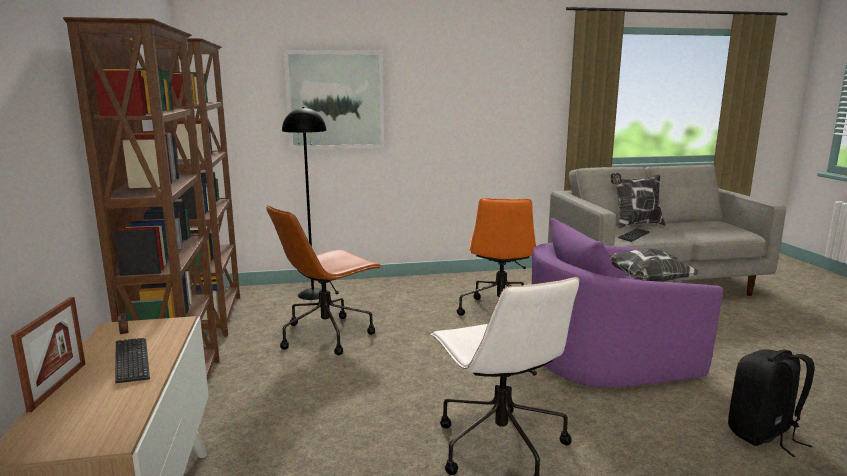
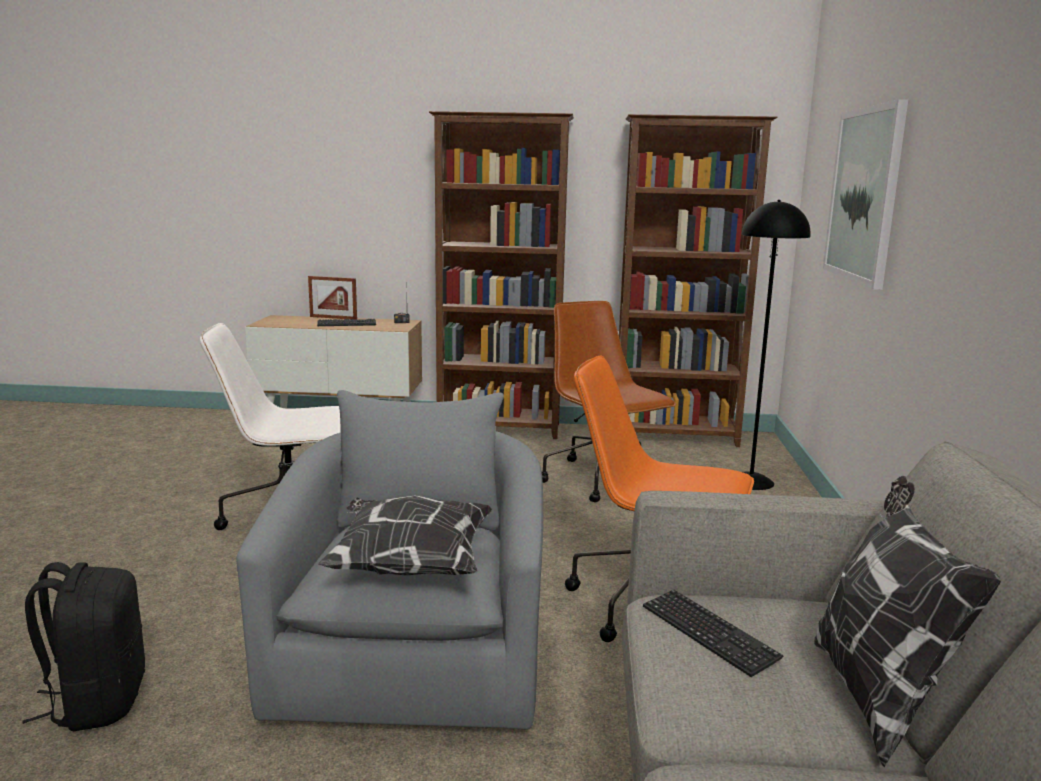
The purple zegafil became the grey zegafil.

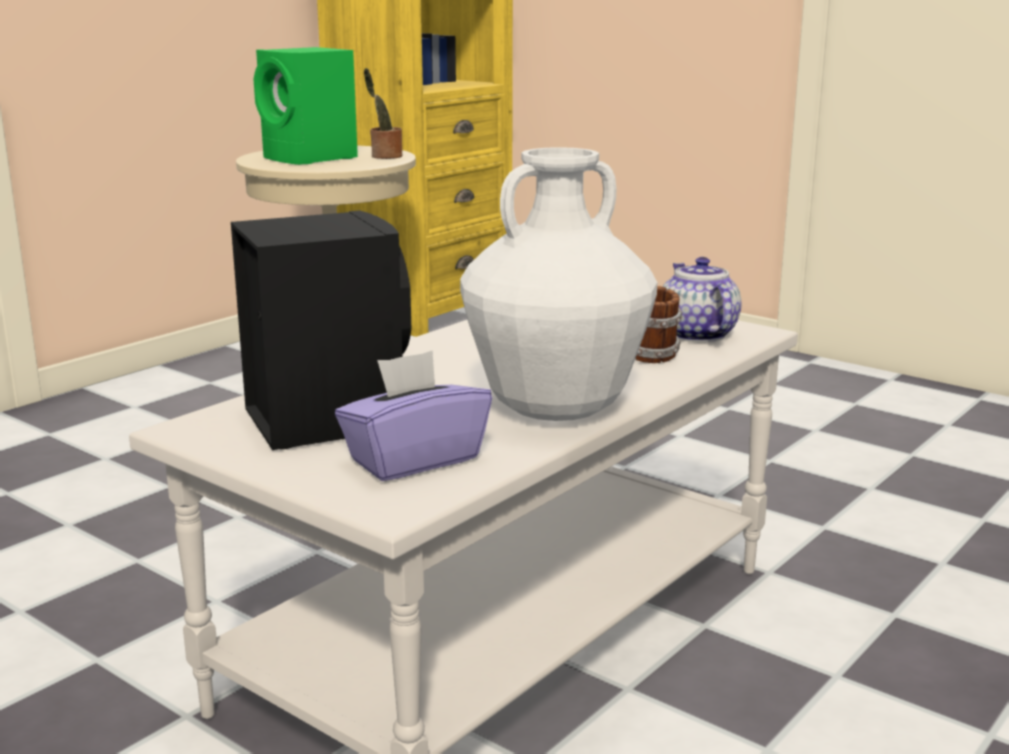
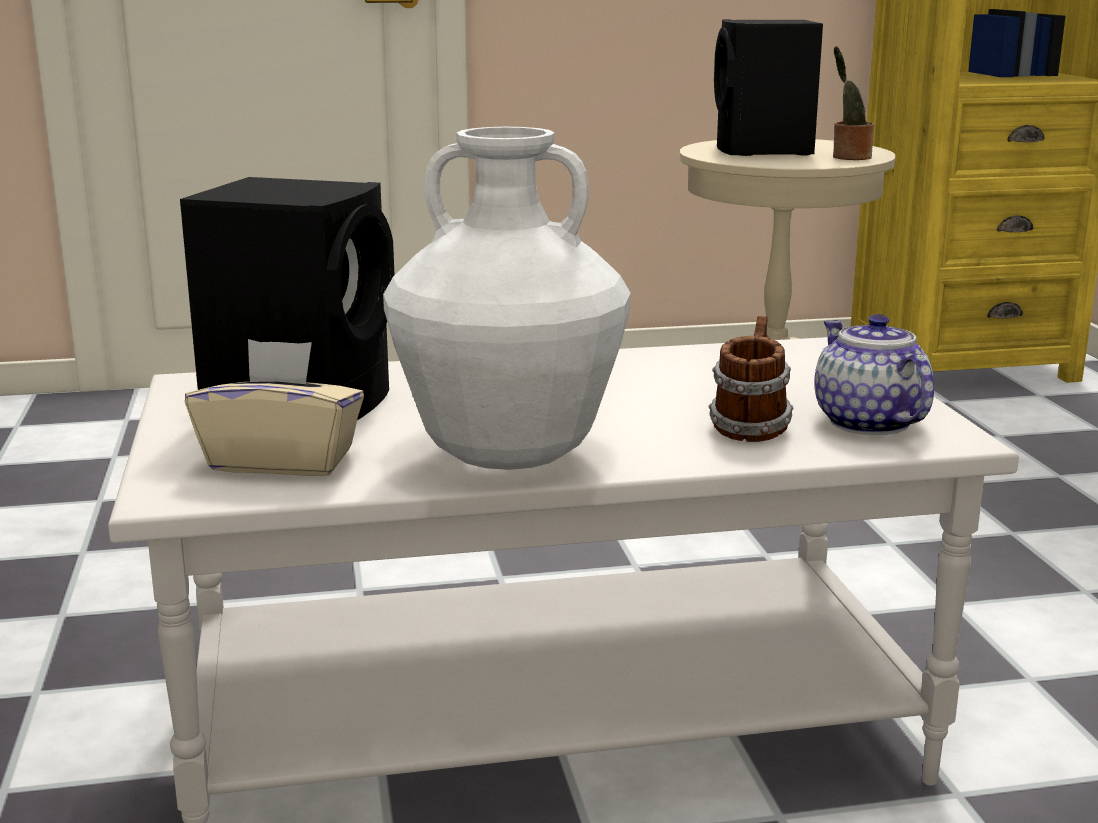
The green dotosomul became the black dotosomul (2nd from left). The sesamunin turned 45 degrees counterclockwise. The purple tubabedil became the beige tubabedil.

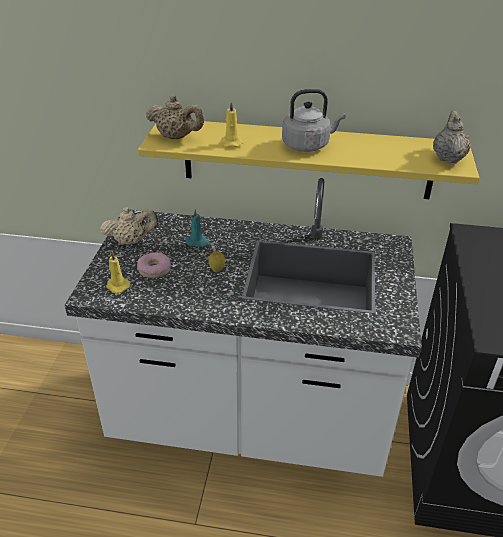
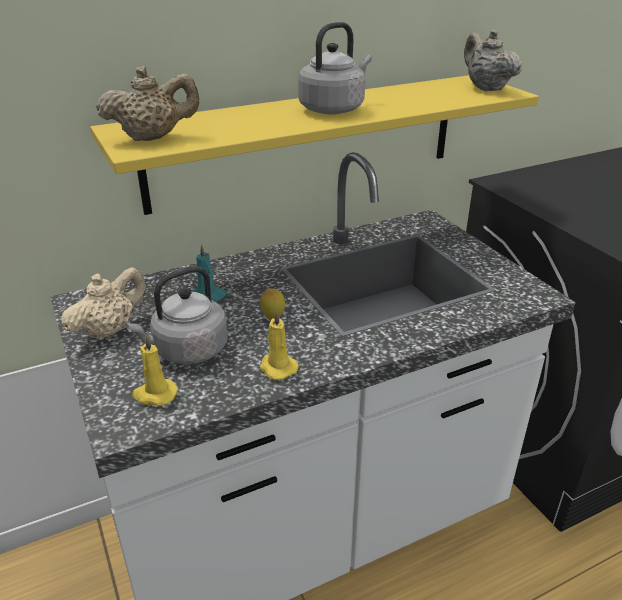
The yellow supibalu (2nd from left) moved. The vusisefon was replaced by the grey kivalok (1st from left).

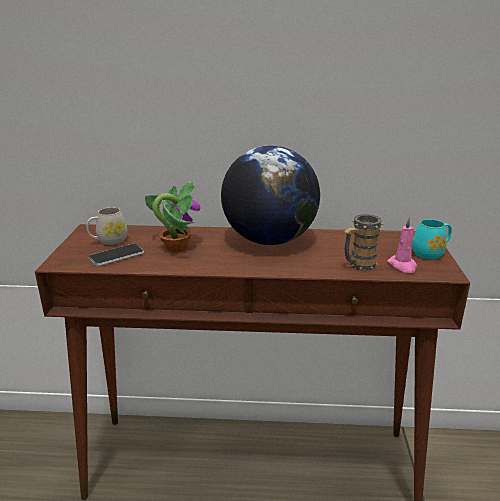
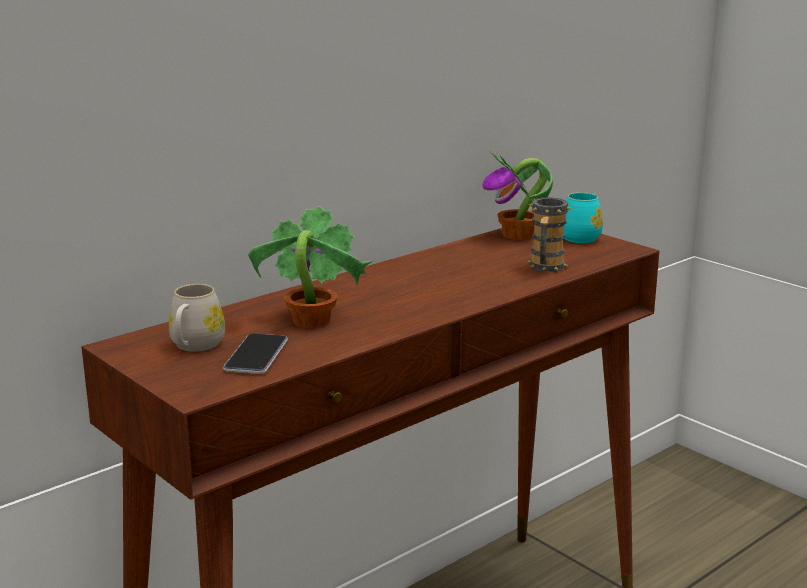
The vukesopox disappeared. The pink supibalu disappeared. The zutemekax (2nd from left) appeared.

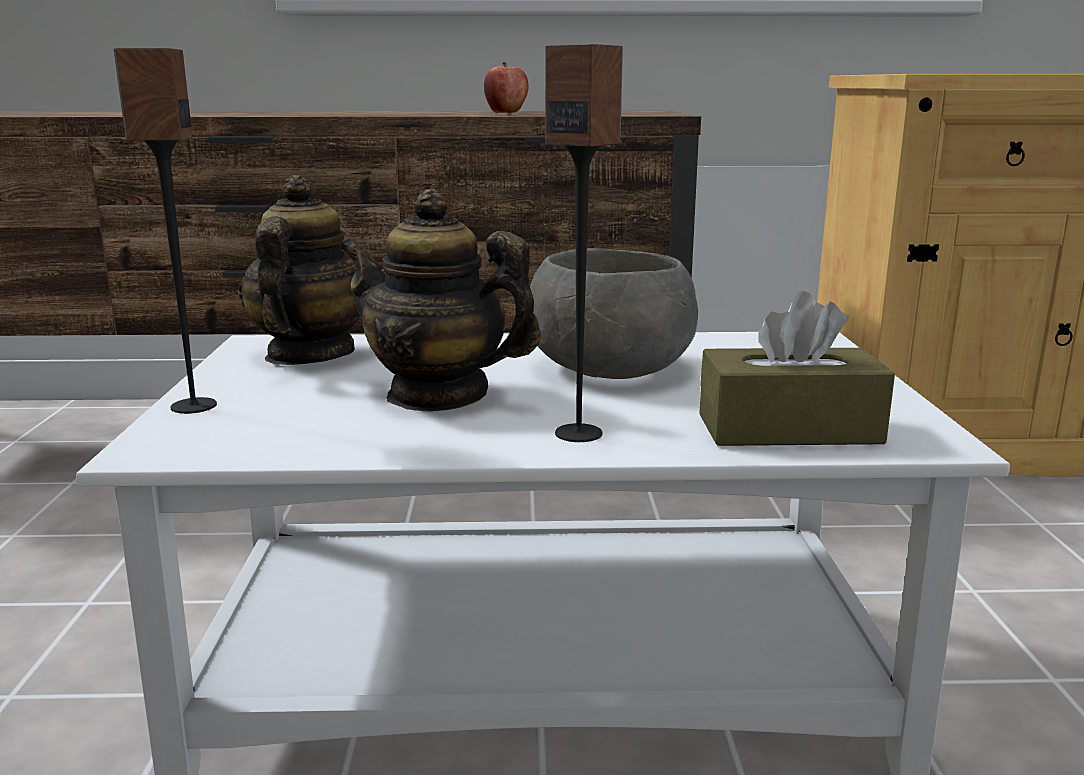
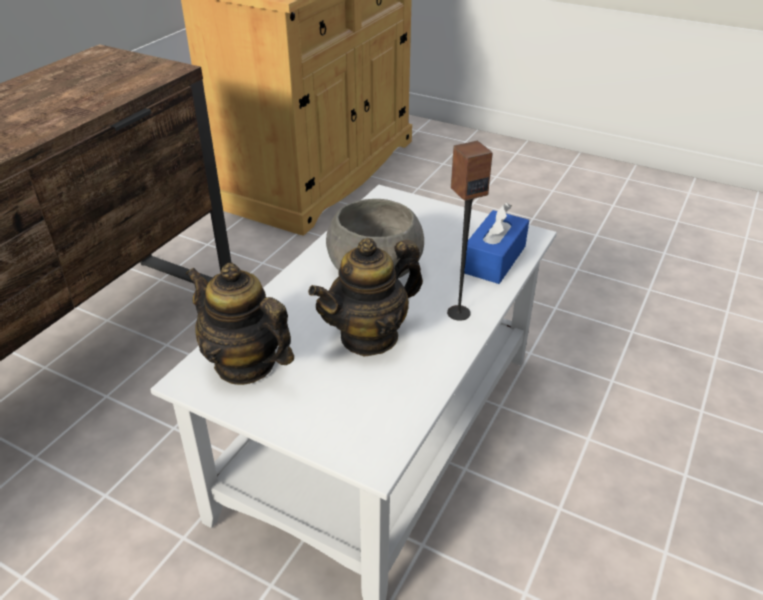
The dotosomul (1st from left) disappeared. The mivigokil disappeared. The brown tubabedil became the blue tubabedil.

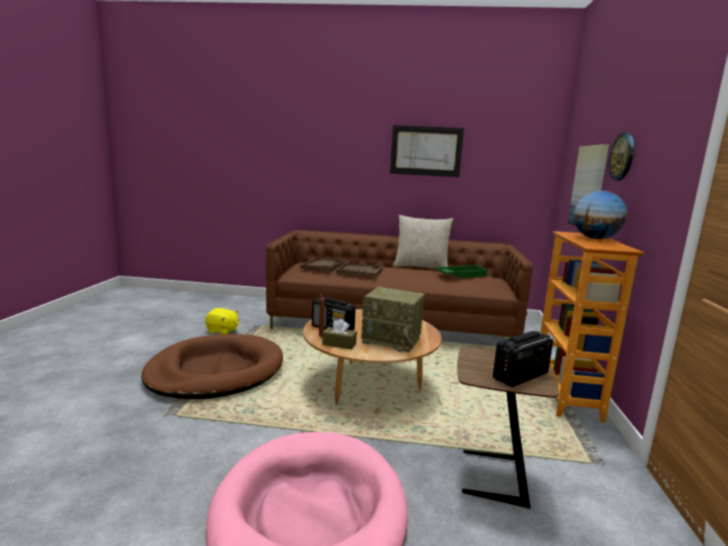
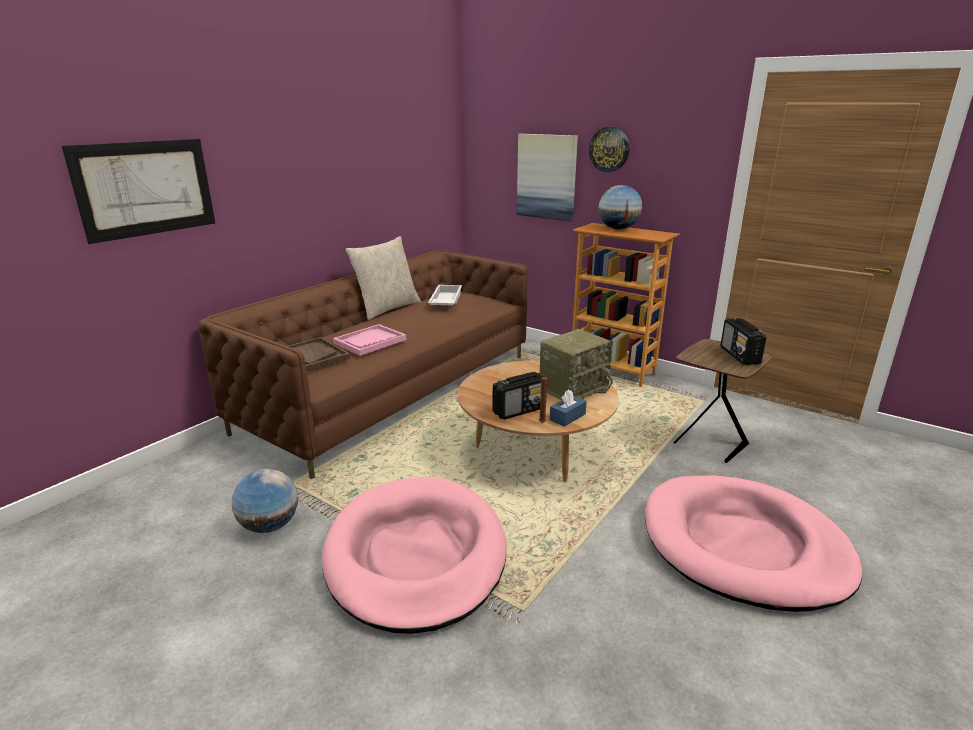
The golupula (1st from left) moved. The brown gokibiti (2nd from left) became the pink gokibiti. The green gokibiti became the white gokibiti. The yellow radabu was replaced by the vukesopox (1st from left). The brown tubabedil became the blue tubabedil. The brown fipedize became the pink fipedize (1st from left).

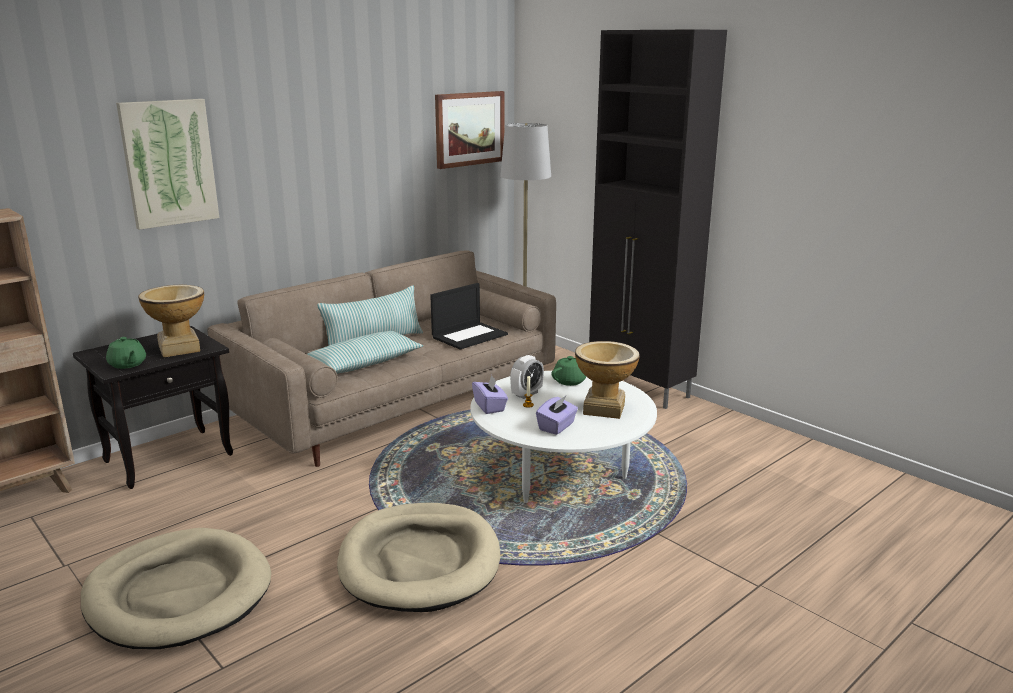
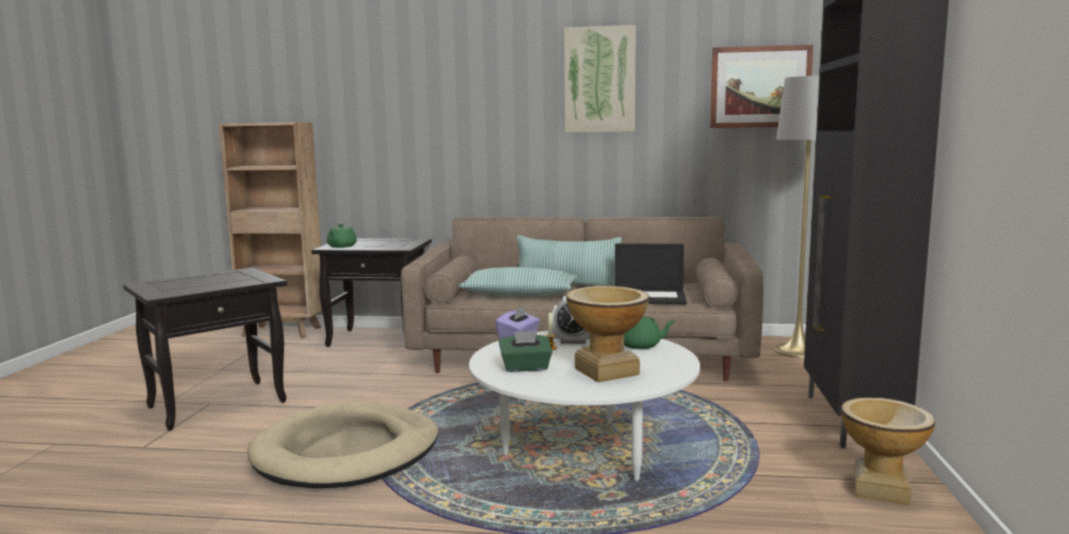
The golupula (1st from left) moved. The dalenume (1st from left in the first image) moved. The purple tubabedil (2nd from left) became the green tubabedil. The beige fipedize (1st from left) was replaced by the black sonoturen (1st from left).

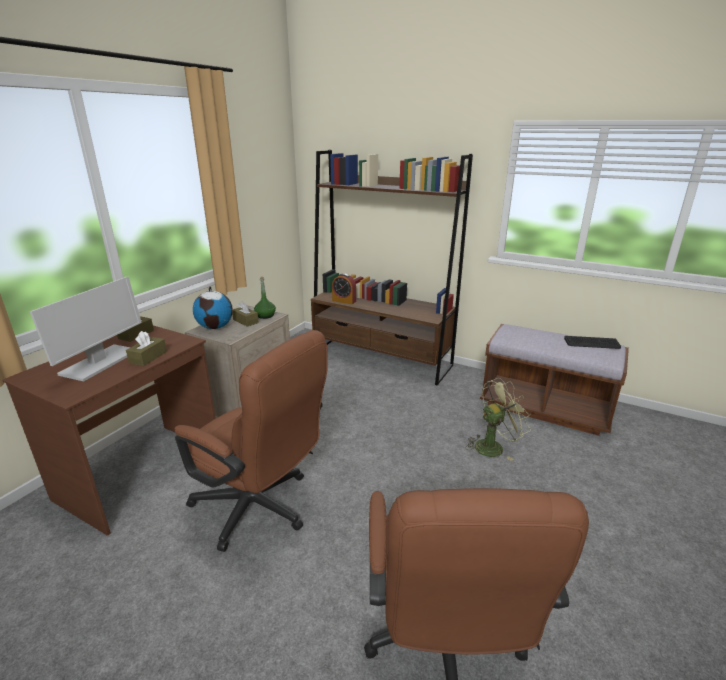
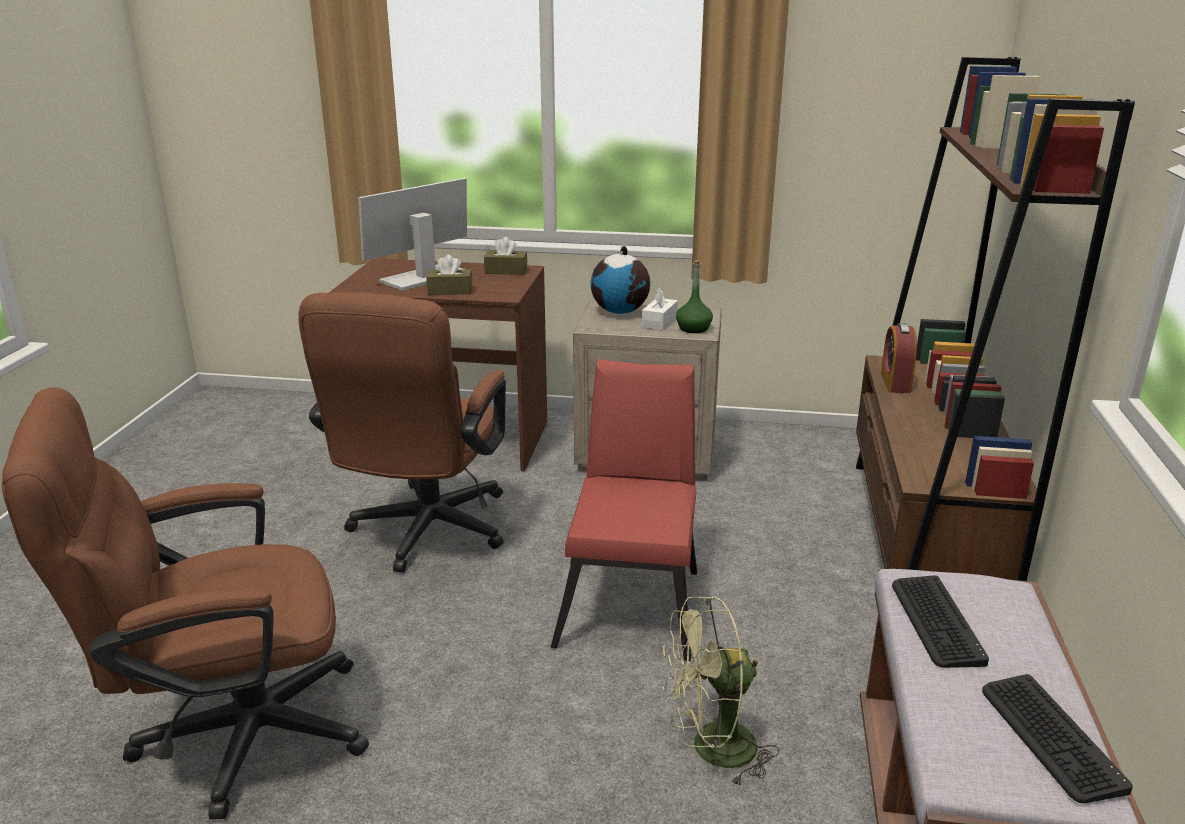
The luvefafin turned 135 degrees clockwise. The brown tubabedil (3rd from left) became the white tubabedil. The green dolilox turned 120 degrees clockwise. The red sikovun appeared. The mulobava (1st from left) appeared.

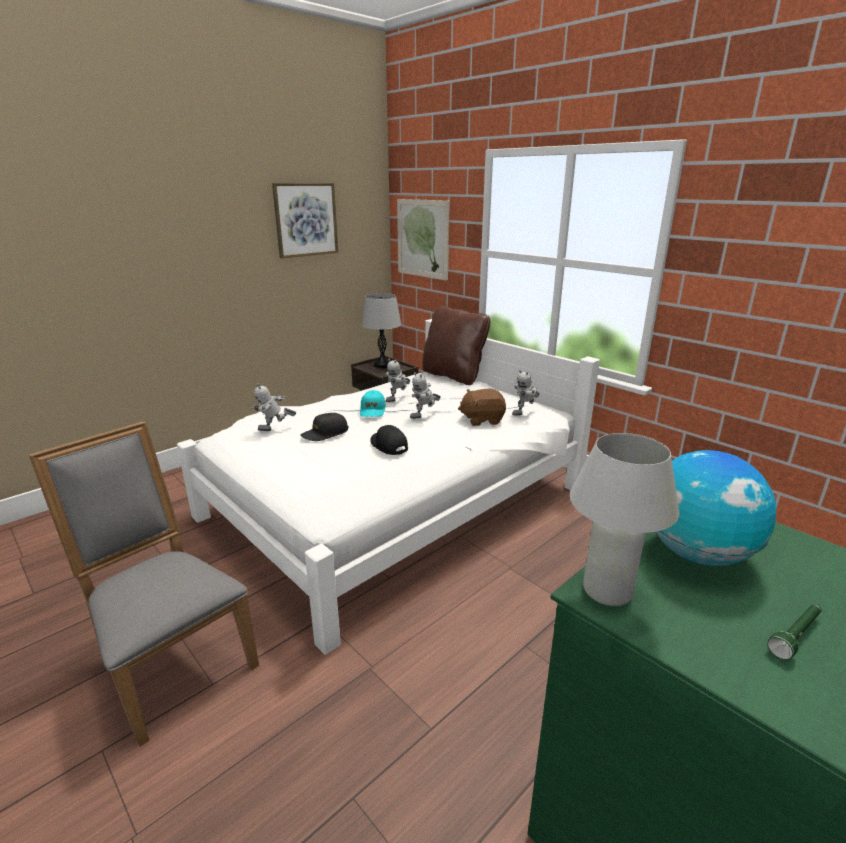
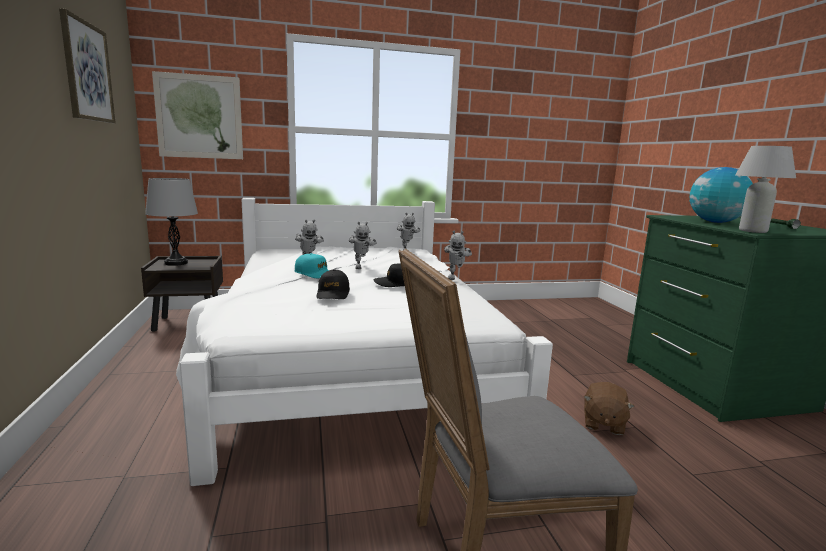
The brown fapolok disappeared. The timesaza (1st from left in the first image) moved. The brown radabu moved.

